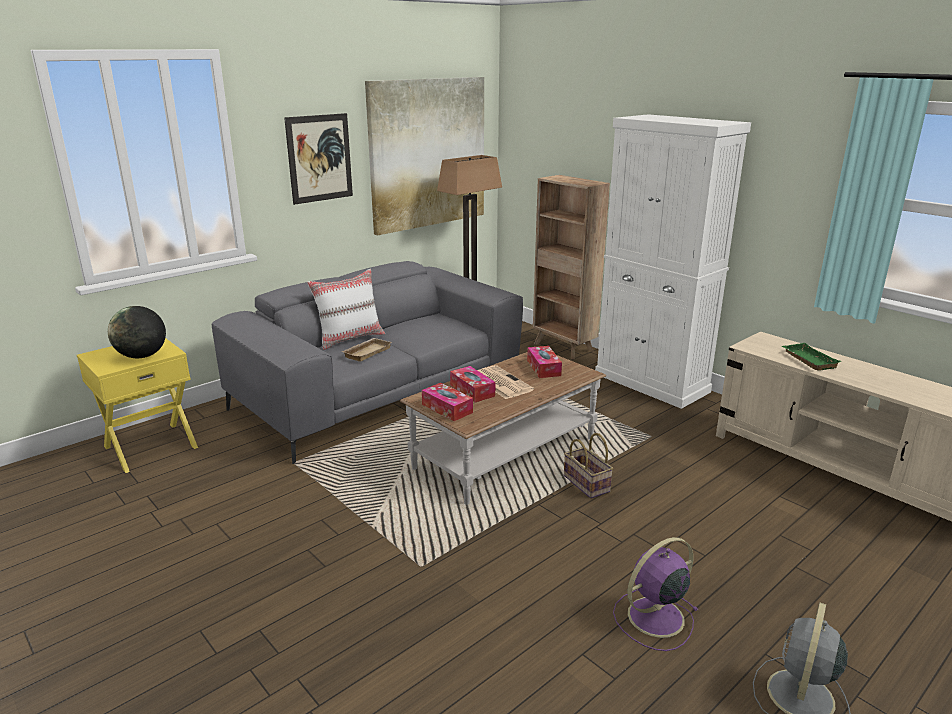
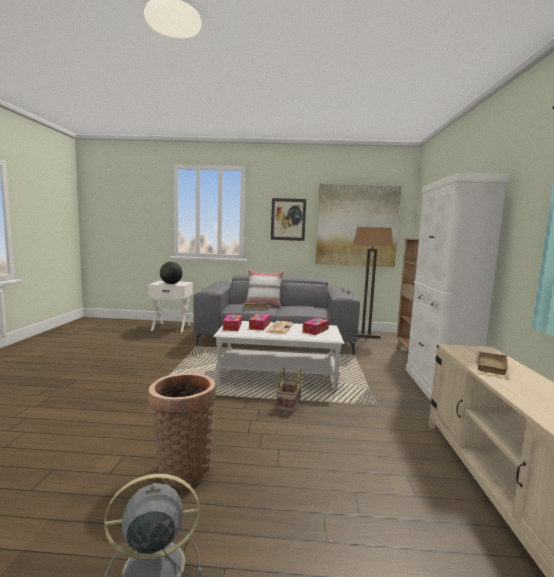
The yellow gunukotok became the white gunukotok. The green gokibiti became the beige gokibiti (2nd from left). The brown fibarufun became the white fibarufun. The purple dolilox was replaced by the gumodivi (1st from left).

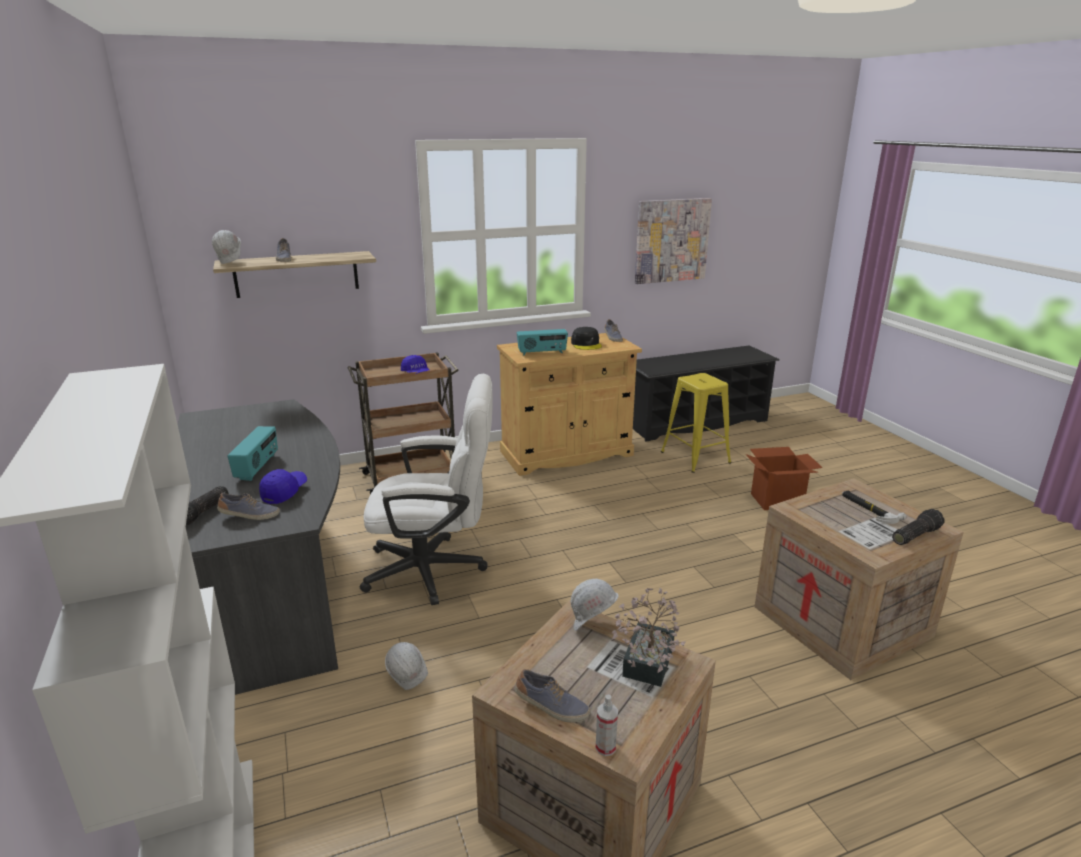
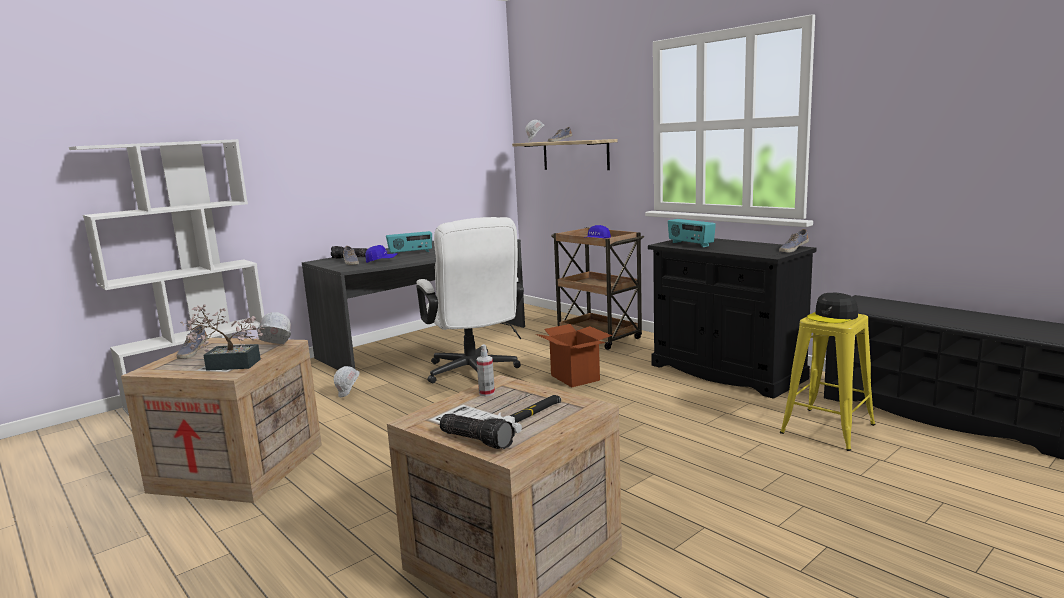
The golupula disappeared. The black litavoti moved. The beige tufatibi became the black tufatibi. The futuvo moved. The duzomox moved.

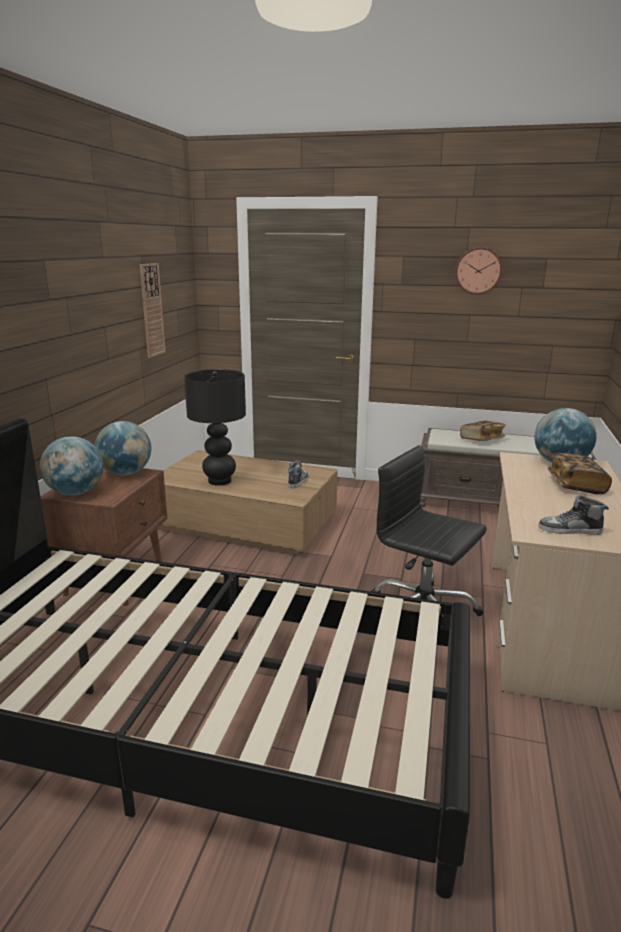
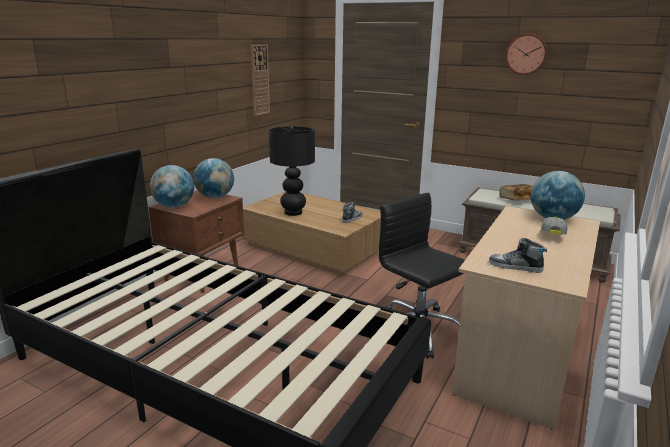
The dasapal (2nd from left) was replaced by the litavoti.

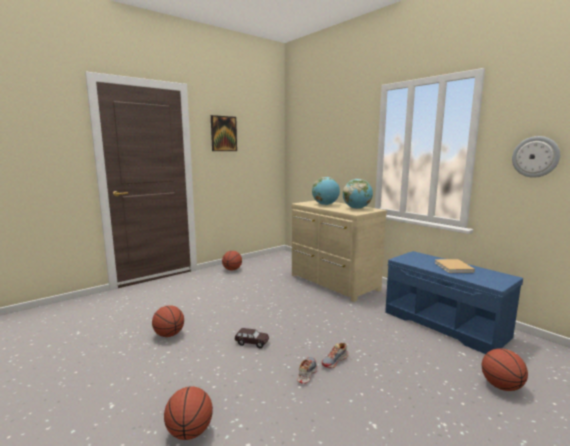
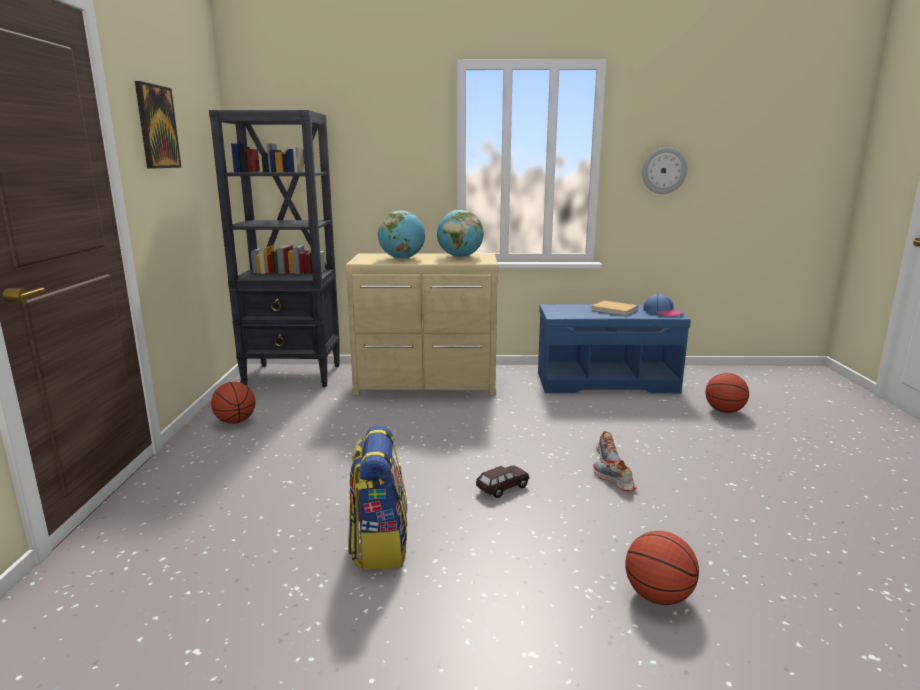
The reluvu (1st from left) was replaced by the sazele. The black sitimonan appeared. The litavoti appeared.

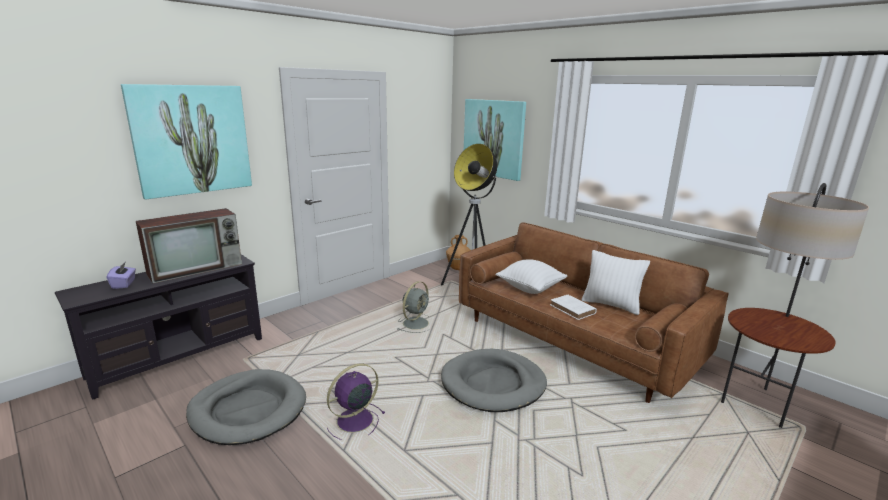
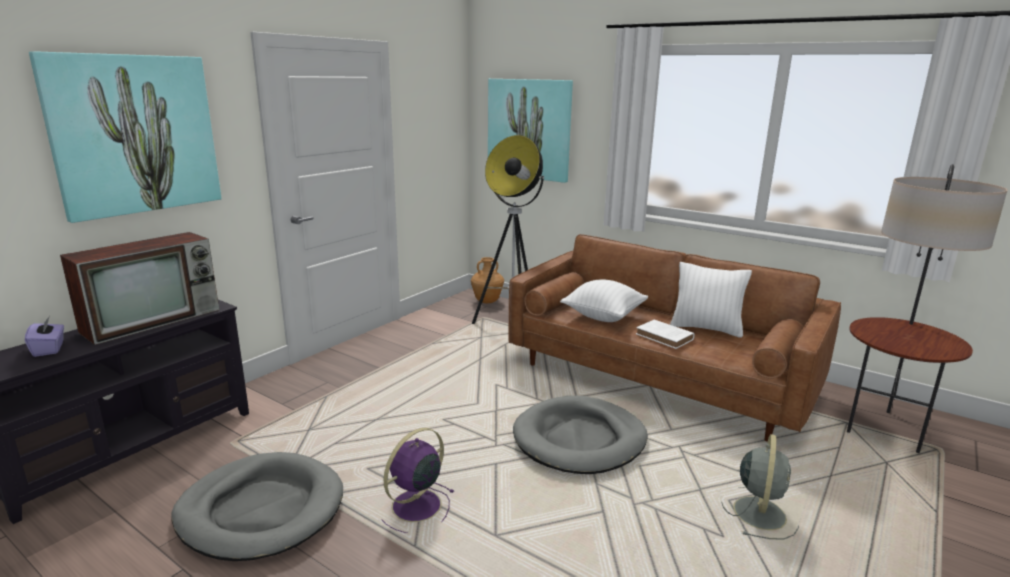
The grey dolilox moved.

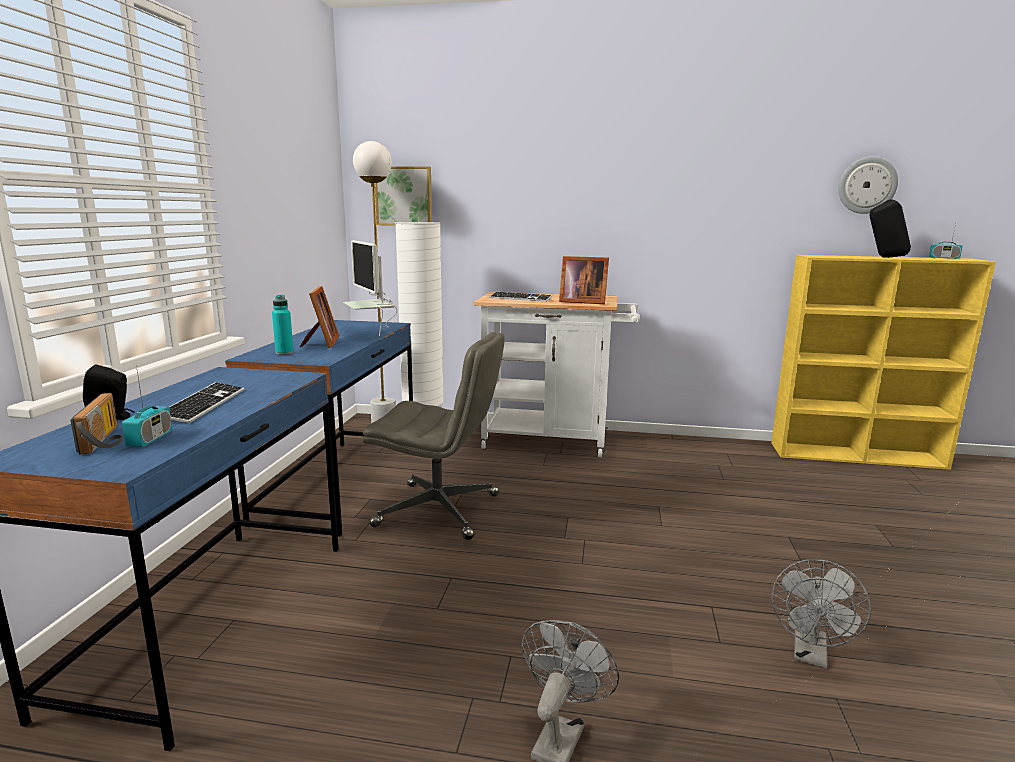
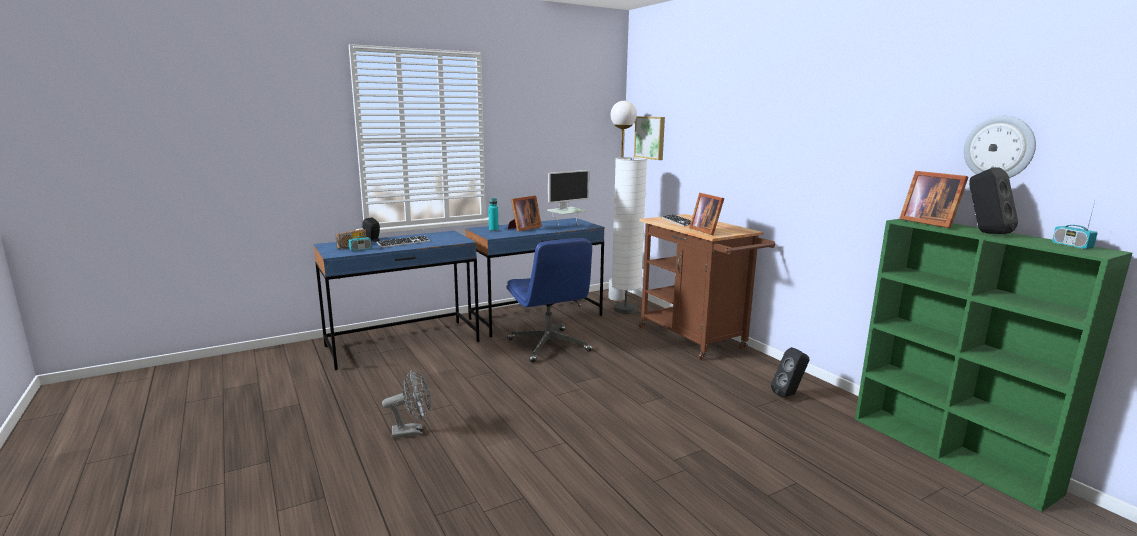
The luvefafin turned 150 degrees counterclockwise. The yellow sitimonan became the green sitimonan. The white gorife became the brown gorife. The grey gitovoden became the blue gitovoden. The grey dolilox (2nd from left) disappeared. The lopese (3rd from left) appeared. The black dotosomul (2nd from left) appeared.

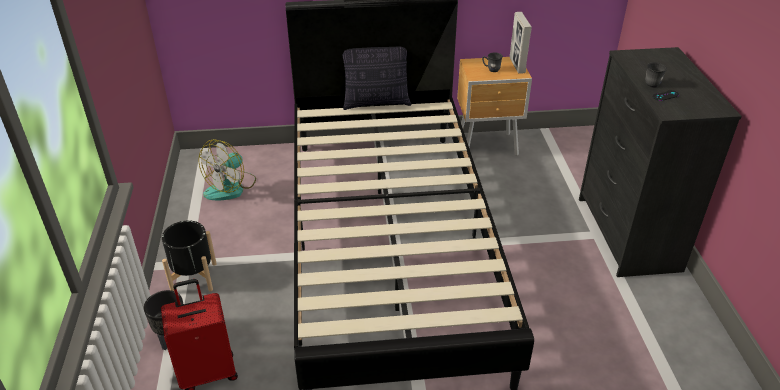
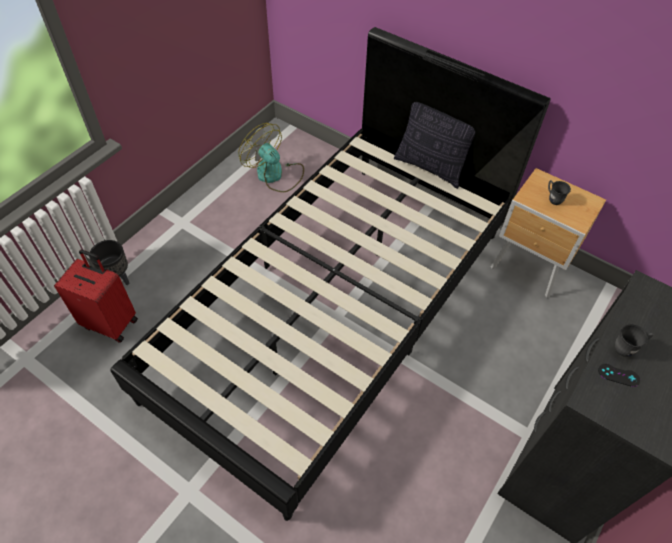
The lopese disappeared. The dolilox turned 60 degrees clockwise. The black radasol (2nd from left) disappeared.

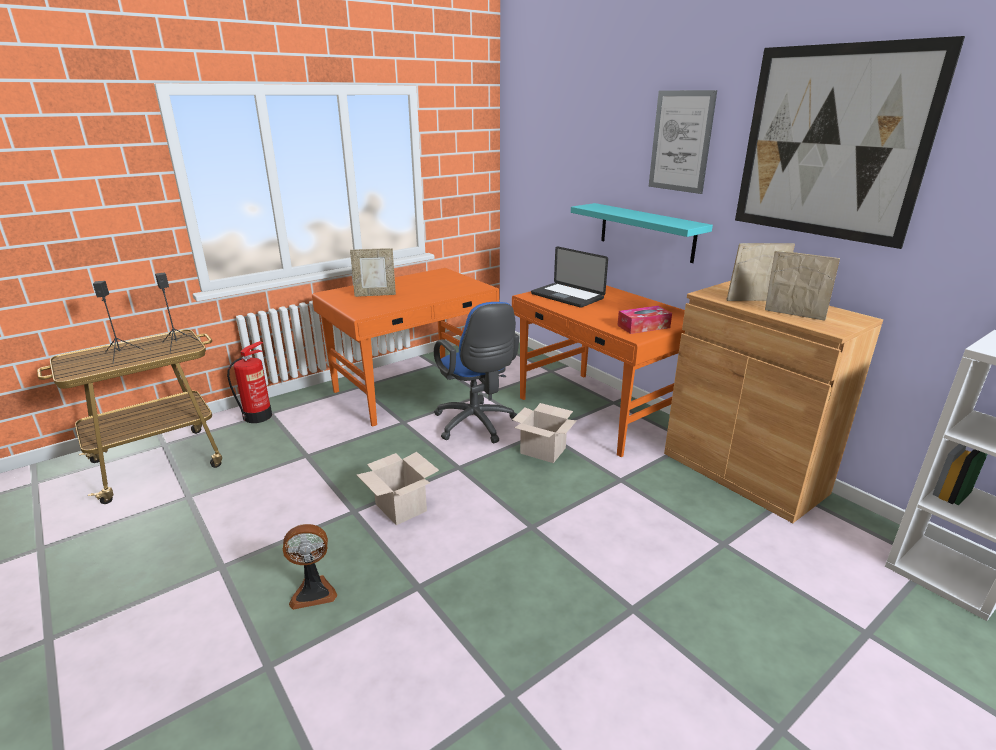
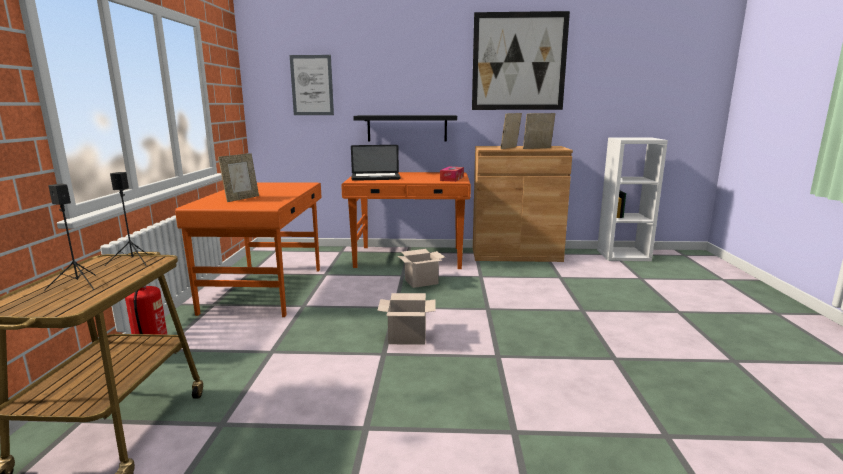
The golupula (1st from left) moved. The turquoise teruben became the black teruben. The blue gitovoden disappeared. The dolilox disappeared.

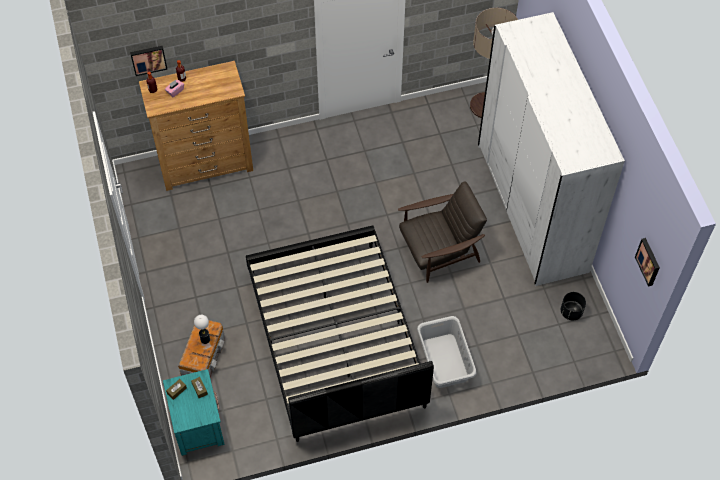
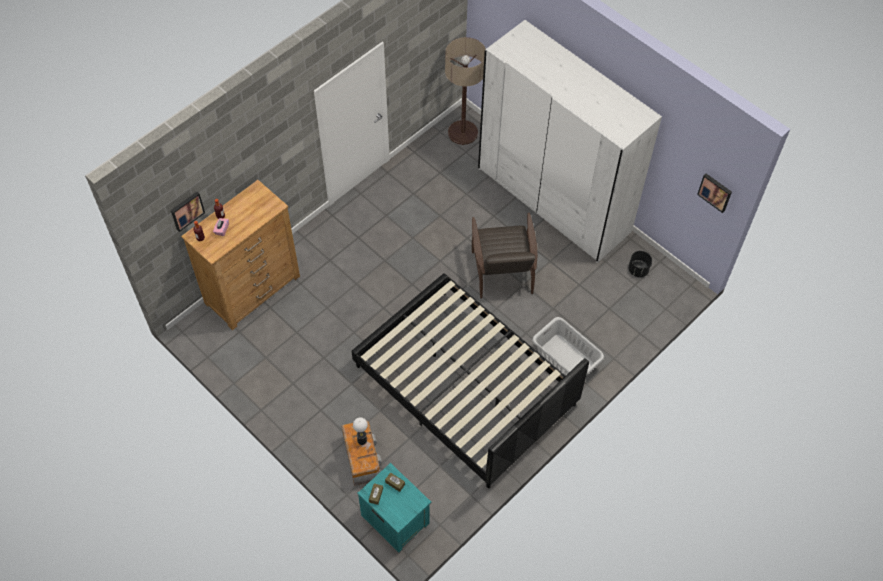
The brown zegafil turned 135 degrees clockwise.

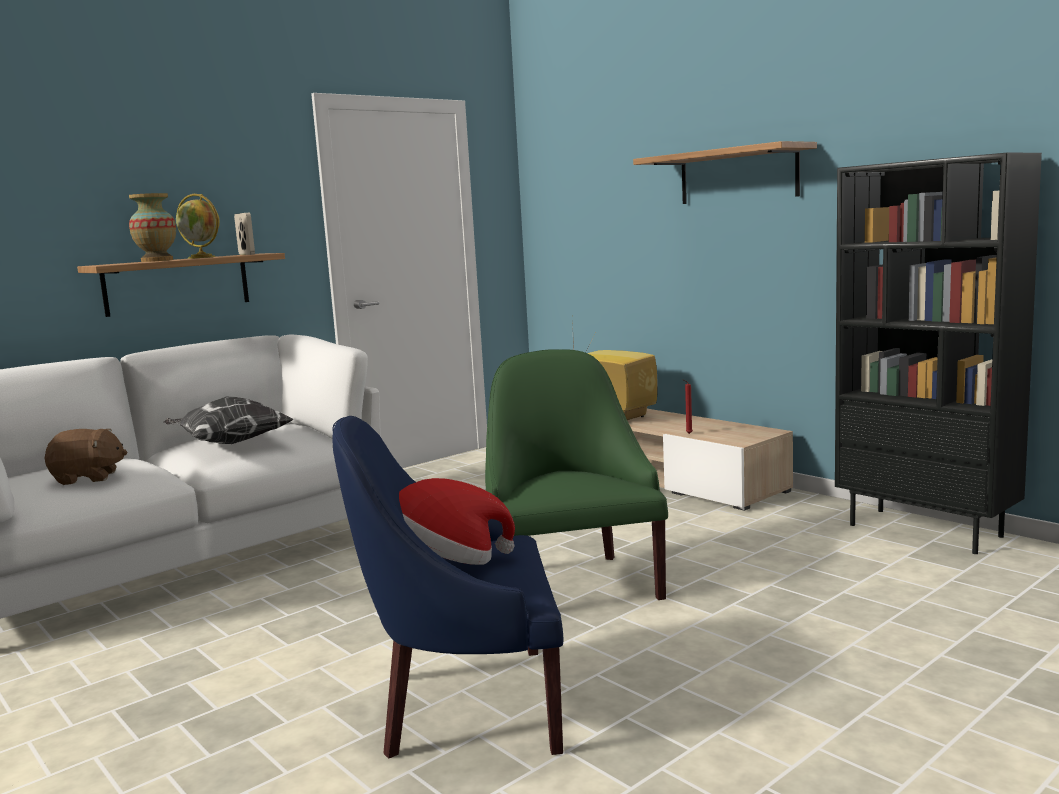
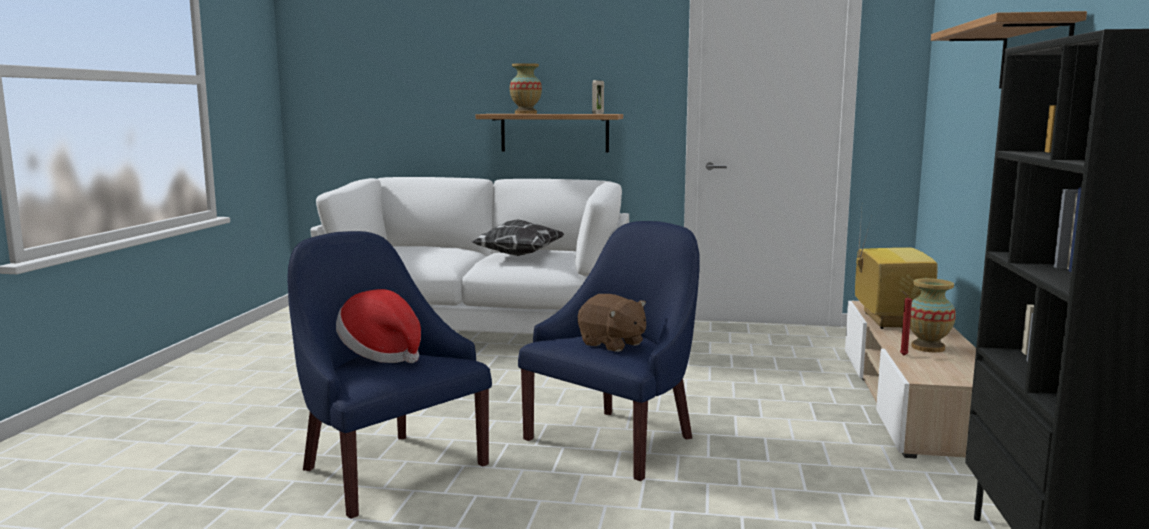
The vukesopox disappeared. The green zegafil became the blue zegafil (2nd from left). The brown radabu moved. The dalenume (2nd from left) appeared.

